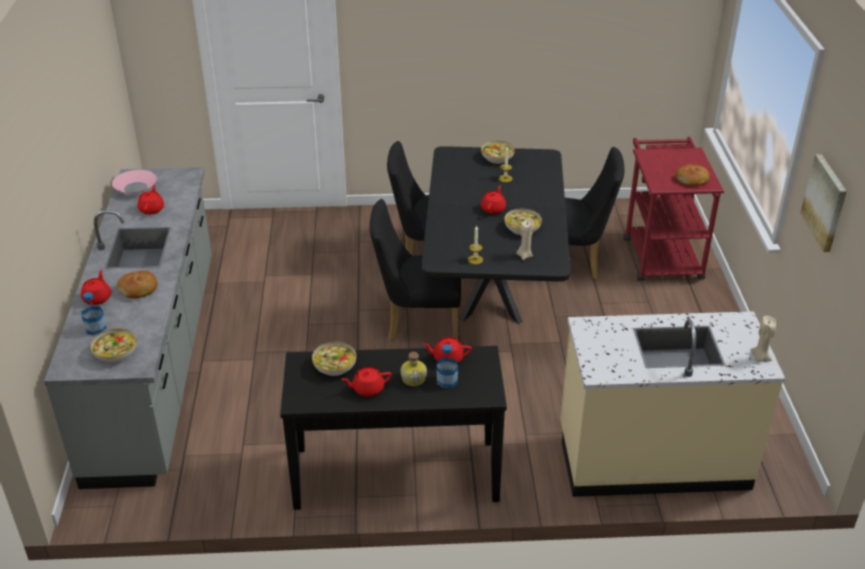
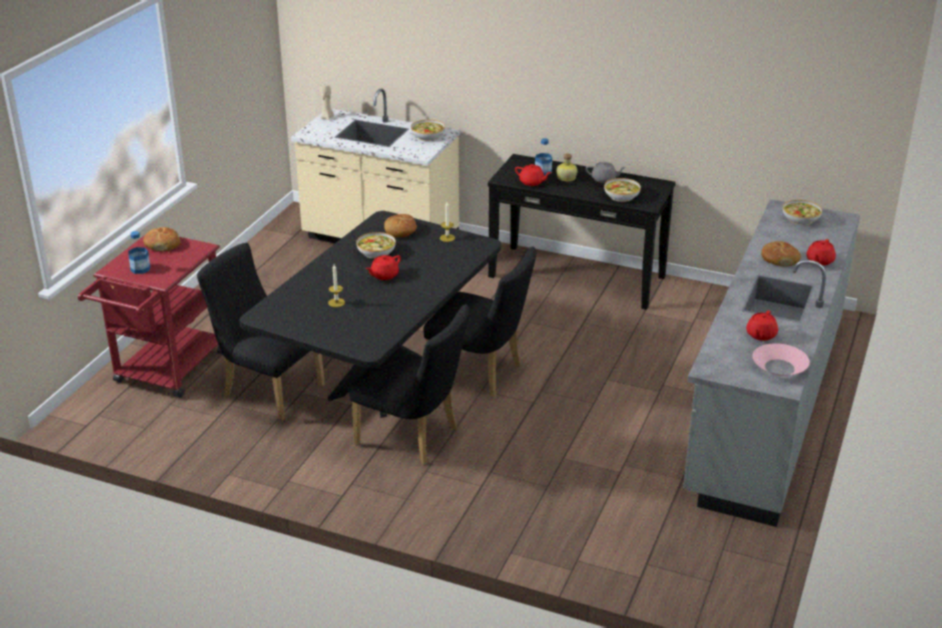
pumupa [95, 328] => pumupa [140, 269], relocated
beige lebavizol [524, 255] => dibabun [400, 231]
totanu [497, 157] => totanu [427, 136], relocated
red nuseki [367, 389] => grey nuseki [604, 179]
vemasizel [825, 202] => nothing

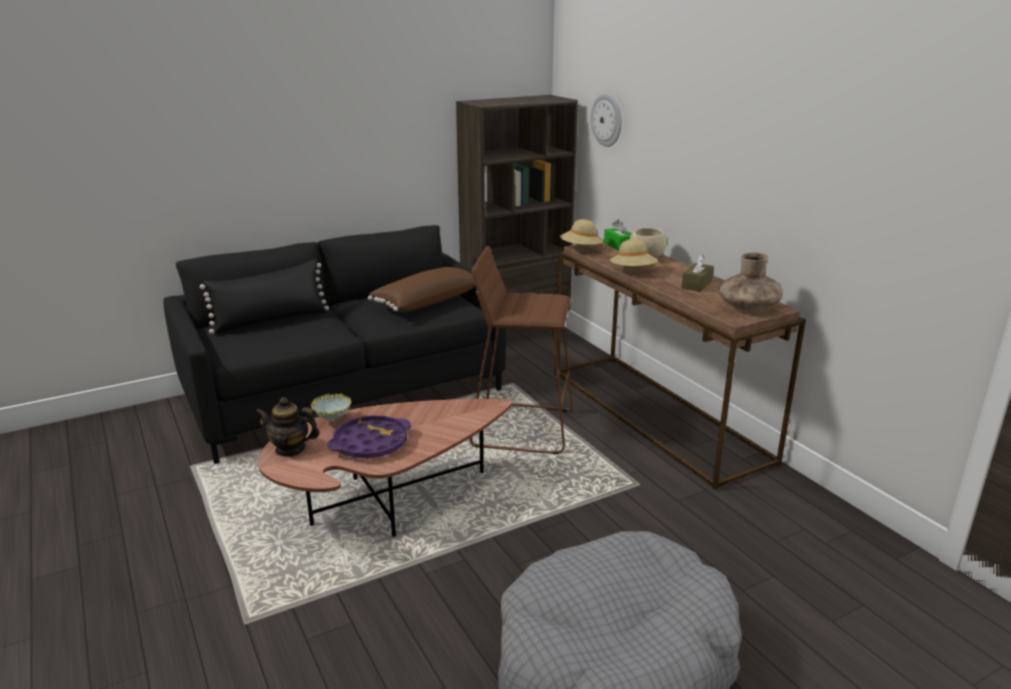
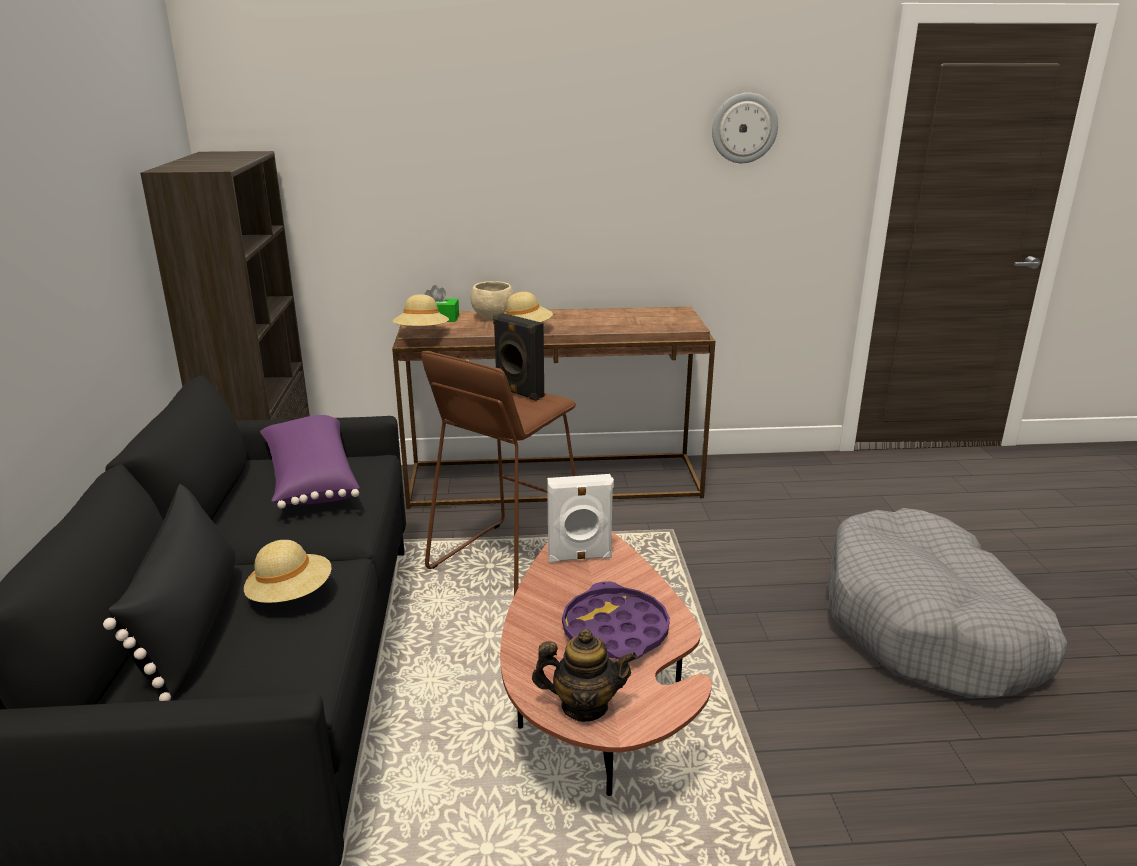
nothing => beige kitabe [291, 595]
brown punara [426, 302] => purple punara [310, 480]
nothing => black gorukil [518, 393]
nuseki [290, 449] => nuseki [584, 706], 120 degrees counterclockwise
nothing => white gorukil [580, 557]
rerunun [607, 120] => rerunun [744, 128], relocated
totanu [333, 421] => nothing
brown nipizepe [696, 284] => nothing
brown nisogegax [748, 307] => nothing

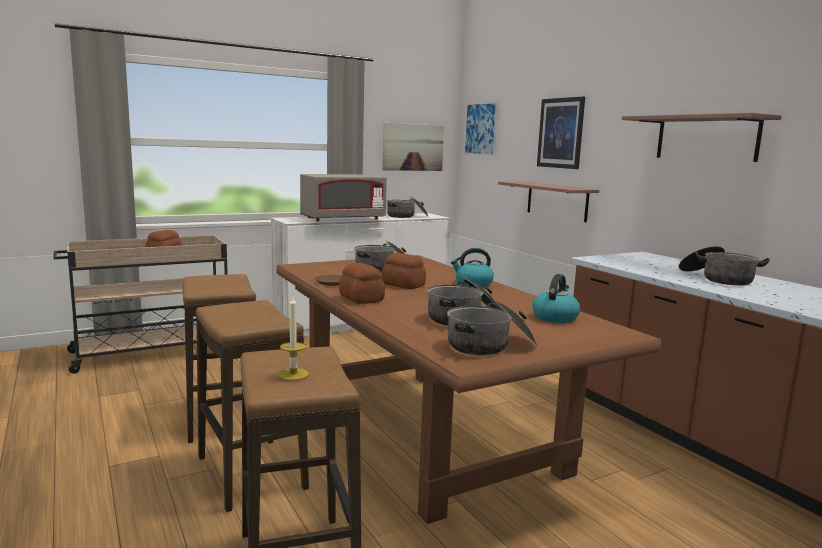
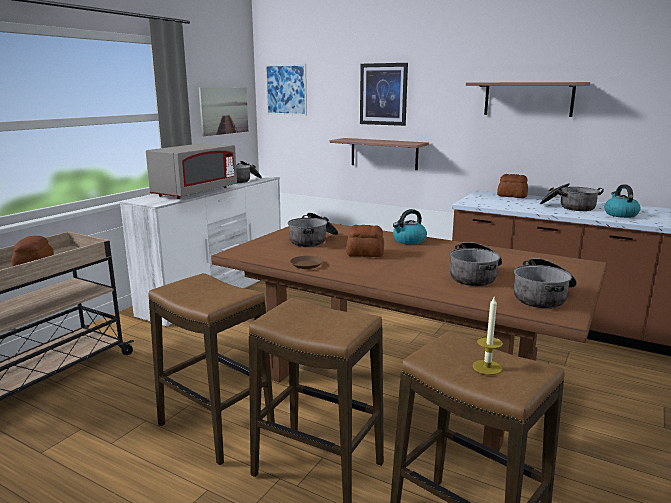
dibabun [361, 298] => dibabun [511, 196], relocated
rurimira [555, 317] => rurimira [620, 214], relocated

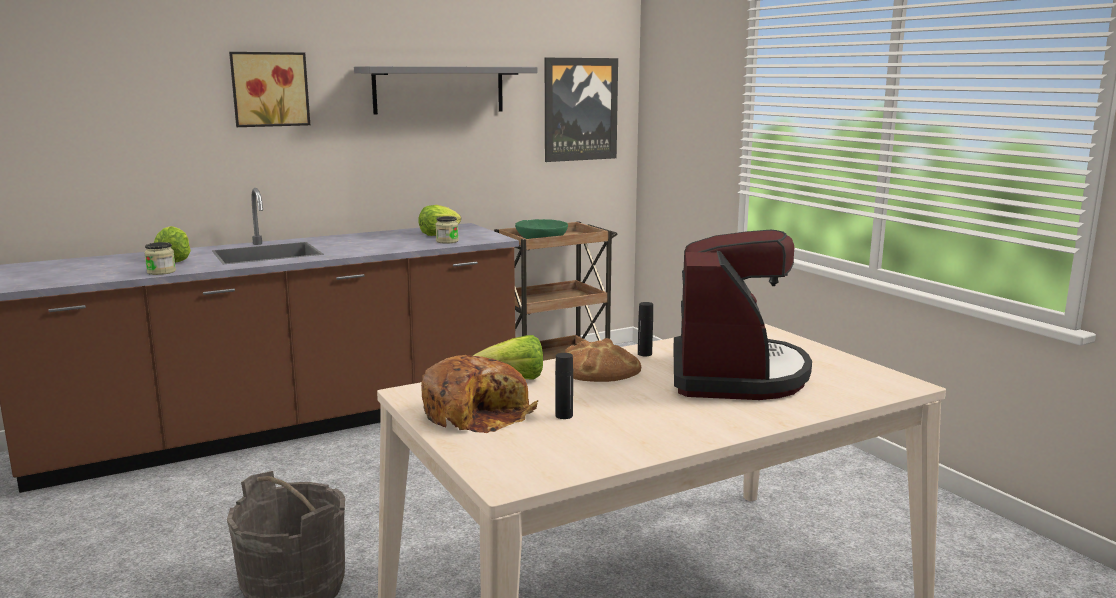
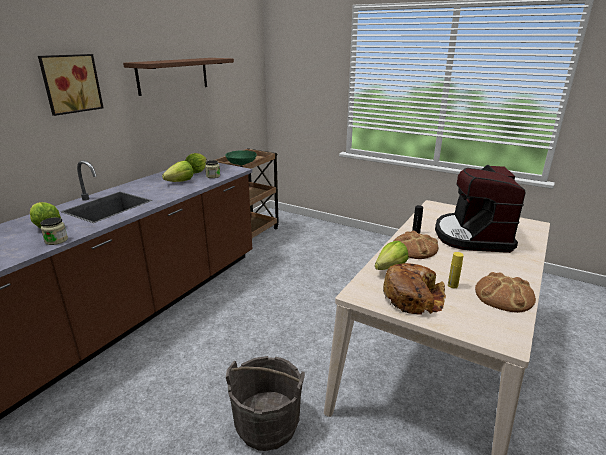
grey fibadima [439, 90] => brown fibadima [173, 75]
nothing => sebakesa [180, 181]
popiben [735, 375] => popiben [472, 236], 150 degrees counterclockwise
black pumupa [564, 415] => yellow pumupa [452, 285]
nothing => dibabun [504, 296]
vemasizel [580, 109] => nothing

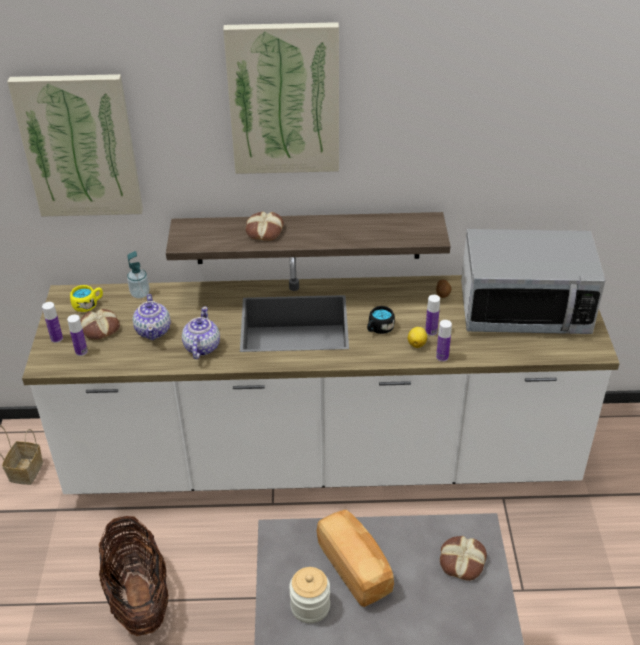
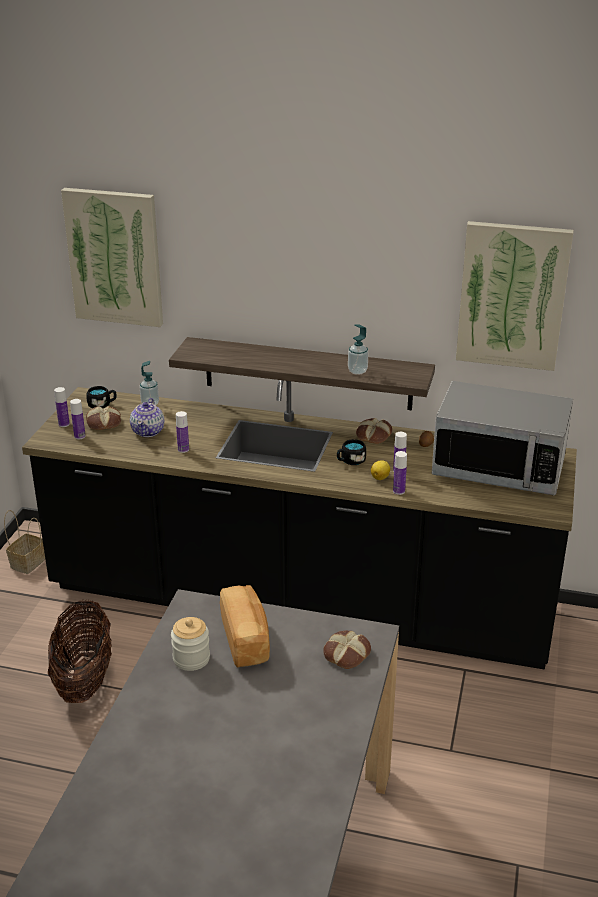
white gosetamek [322, 460] => black gosetamek [299, 605]
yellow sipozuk [88, 305] => black sipozuk [102, 405]
nuseki [201, 347] => pumupa [183, 449]
nothing => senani [357, 371]
dibabun [264, 230] => dibabun [373, 435], relocated
vemasizel [284, 99] => vemasizel [512, 296], relocated

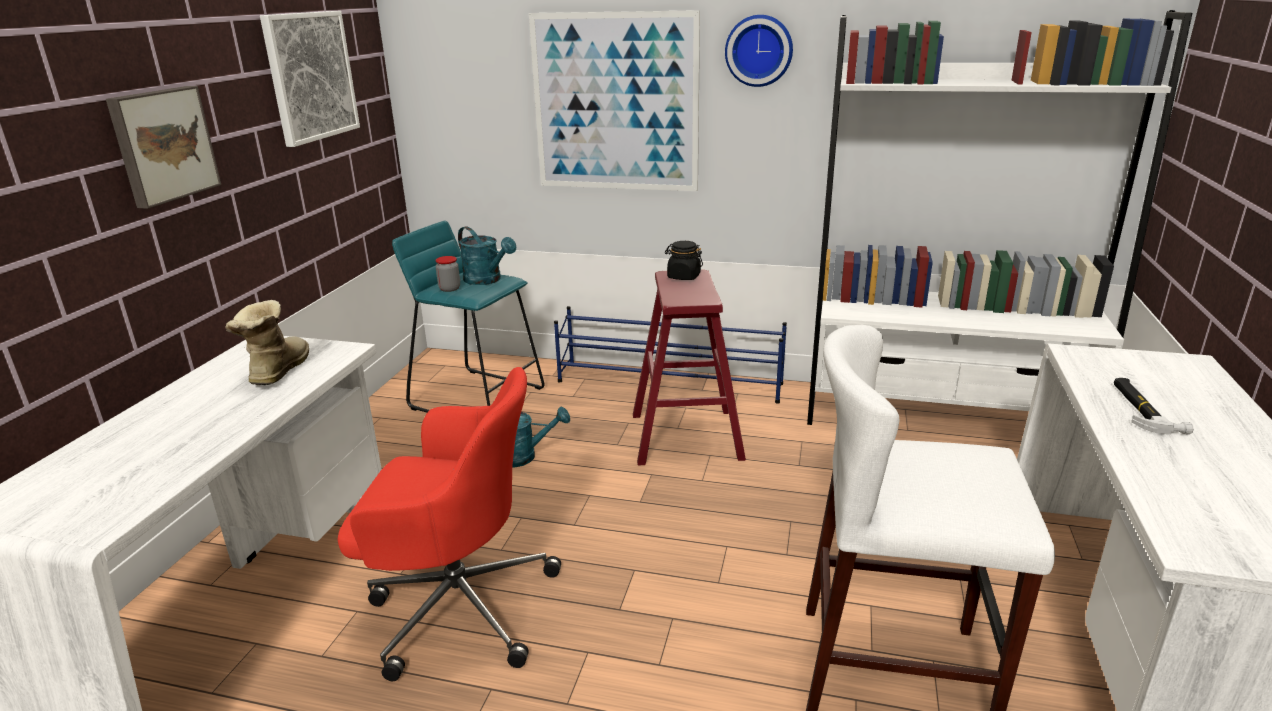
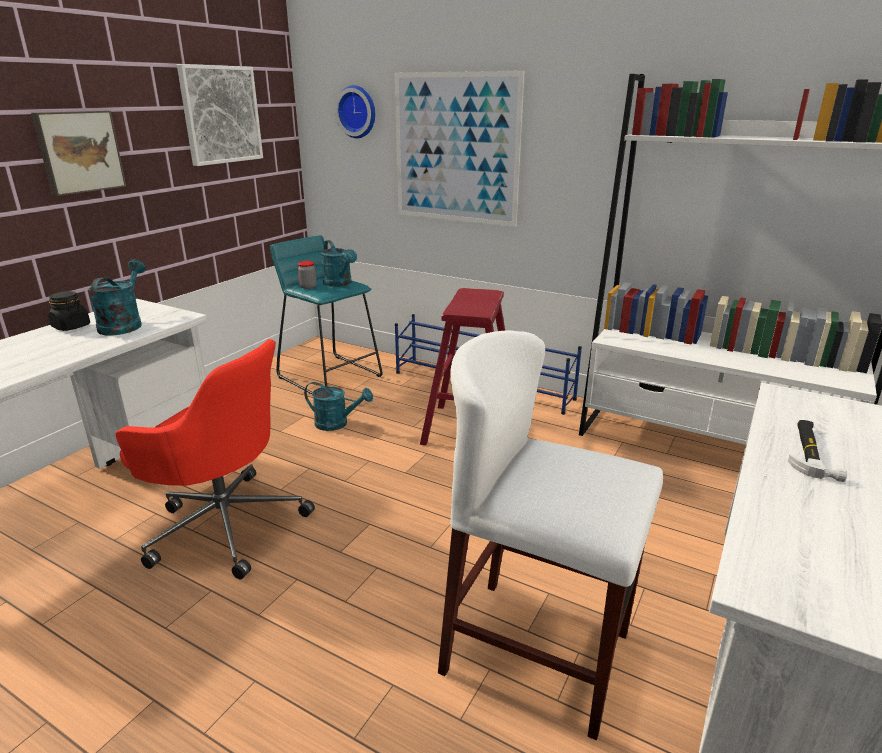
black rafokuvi [683, 276] => black rafokuvi [71, 326], relocated
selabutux [276, 372] => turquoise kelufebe [124, 324]
rerunun [759, 50] => rerunun [357, 112], relocated

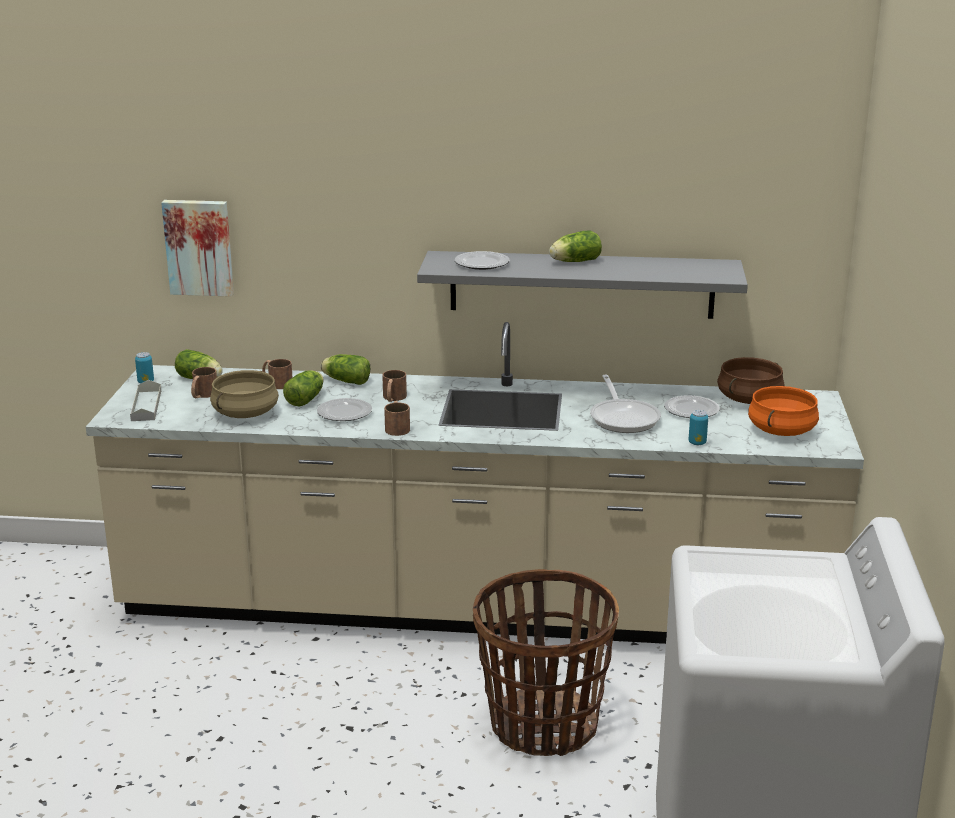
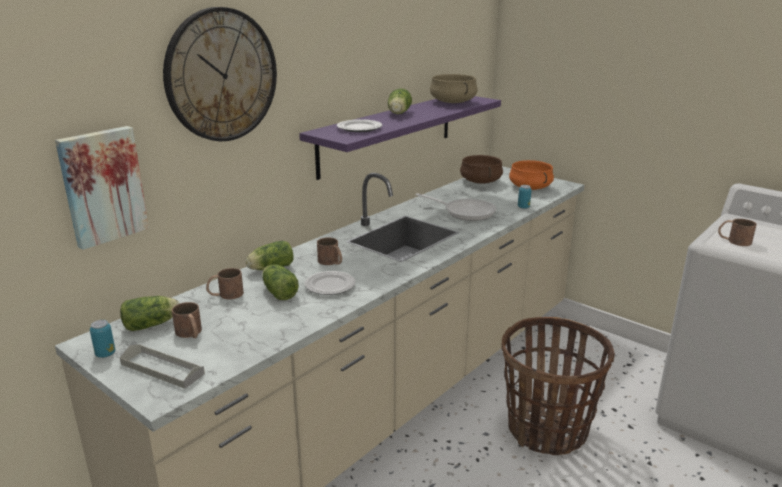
nothing => rerunun [221, 75]
grey fibadima [581, 284] => purple fibadima [388, 133]
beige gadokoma [245, 413] => beige gadokoma [452, 102], relocated
brown sipozuk [397, 427] => brown sipozuk [733, 240], relocated
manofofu [691, 410] => nothing

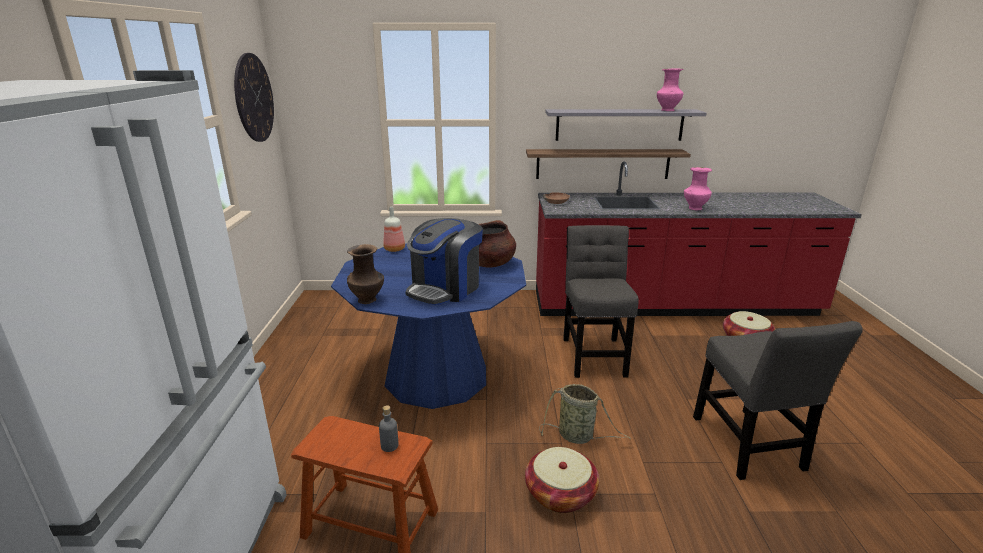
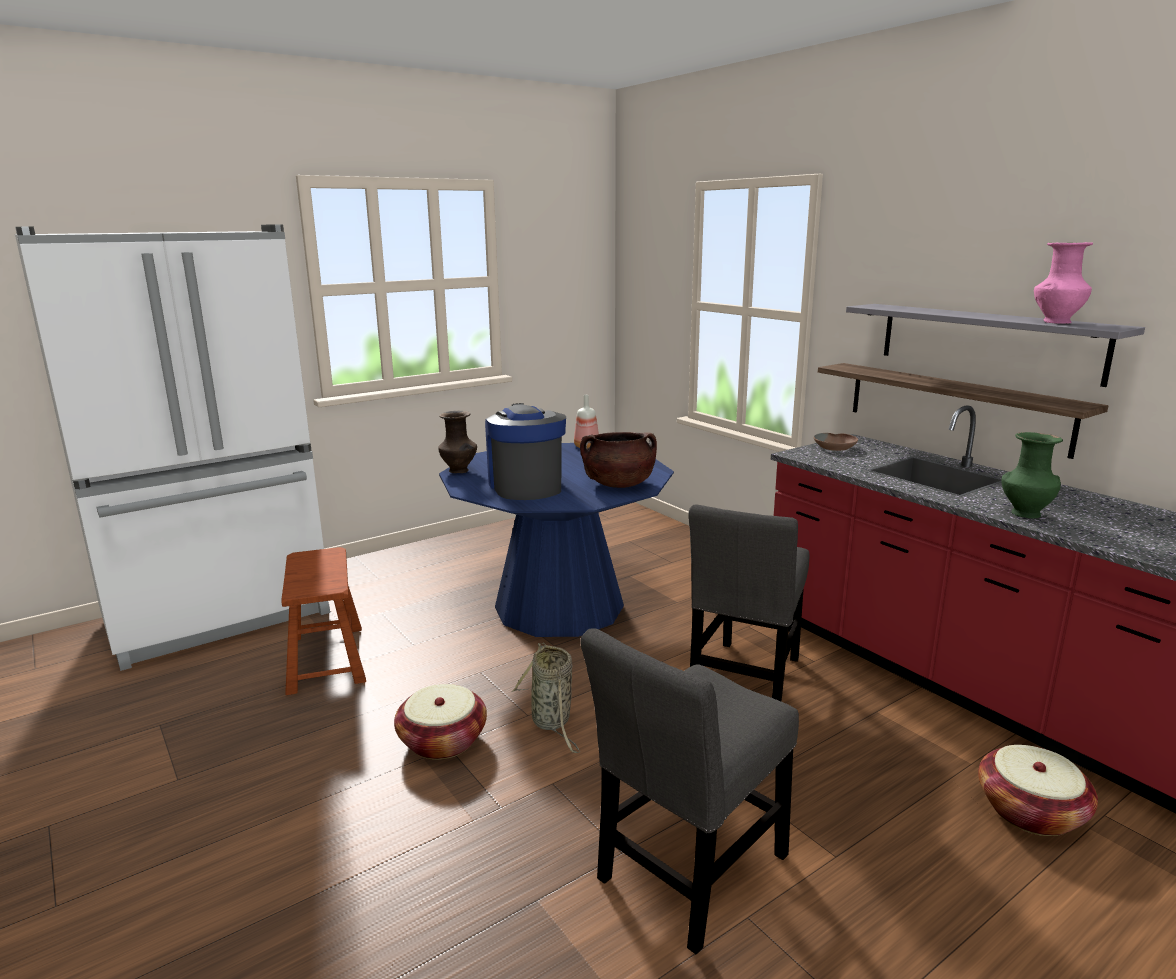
popiben [445, 289] => popiben [525, 486], 75 degrees clockwise
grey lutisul [594, 354] => grey lutisul [745, 680], 150 degrees clockwise
pink nisogegax [694, 208] => green nisogegax [1024, 514]
rerunun [254, 98] => nothing
grey pumupa [389, 446] => nothing

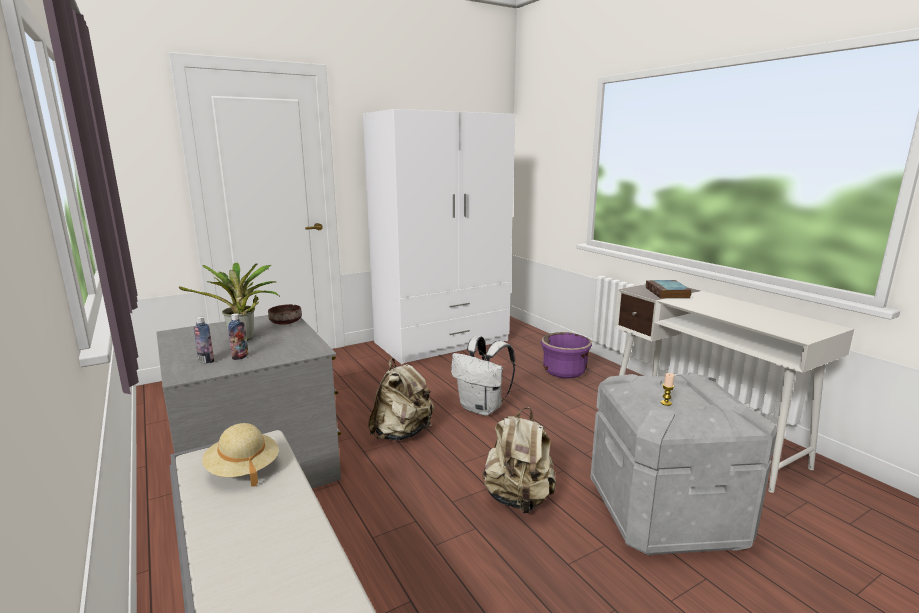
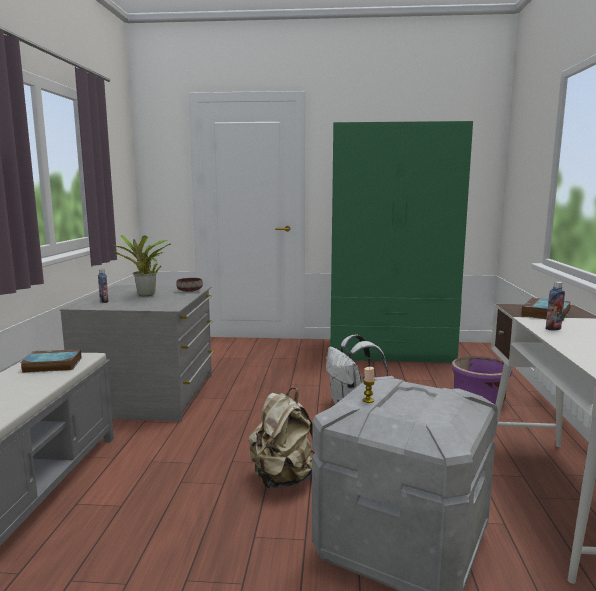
beige kitabe [243, 469] => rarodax [51, 365]
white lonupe [442, 342] => green lonupe [390, 351]
pumupa [240, 357] => pumupa [553, 328], relocated
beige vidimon [402, 433] => nothing

